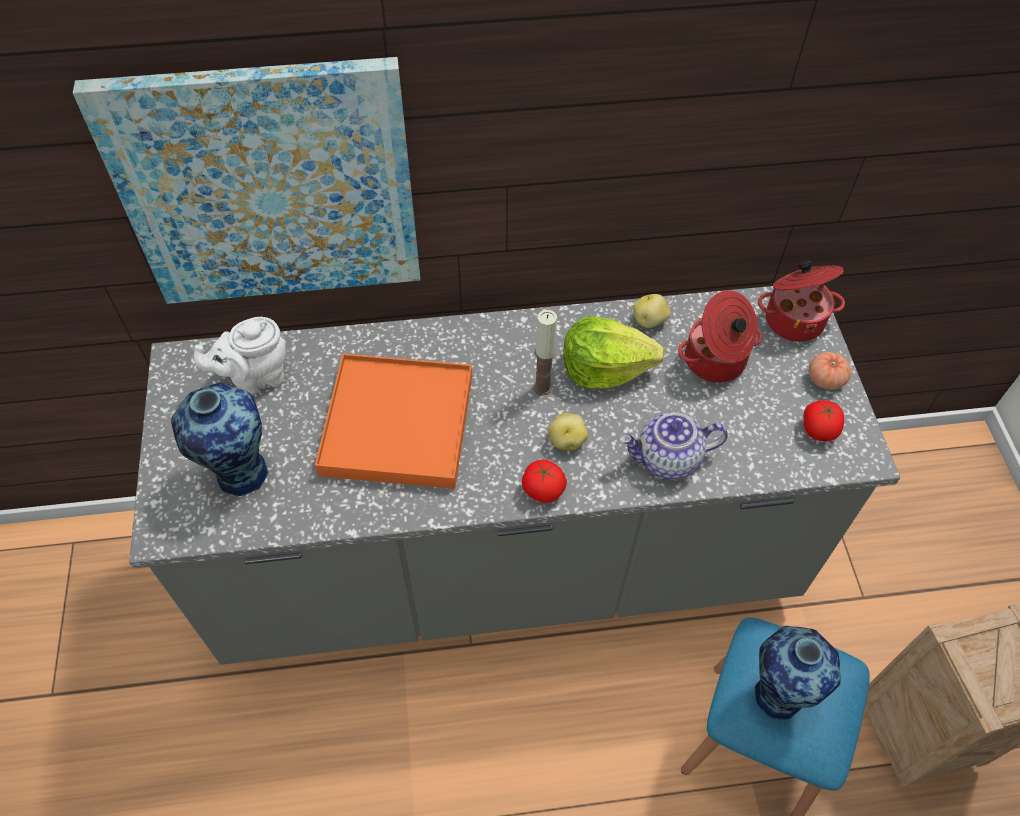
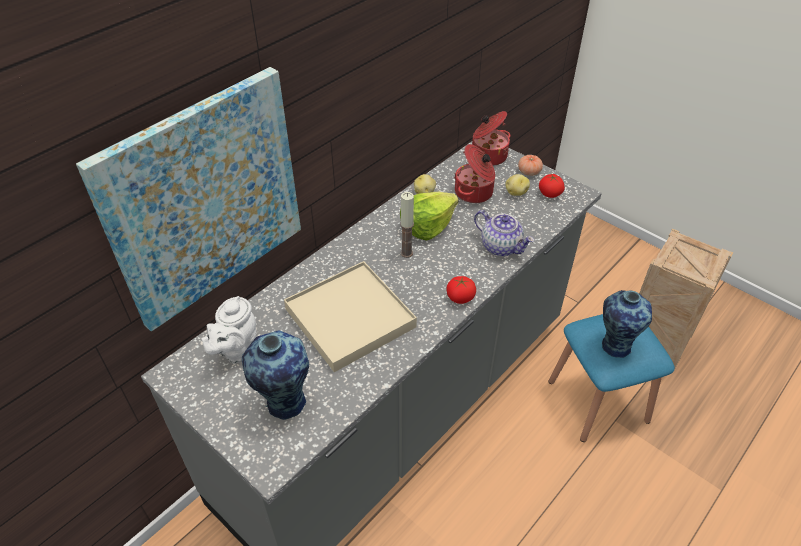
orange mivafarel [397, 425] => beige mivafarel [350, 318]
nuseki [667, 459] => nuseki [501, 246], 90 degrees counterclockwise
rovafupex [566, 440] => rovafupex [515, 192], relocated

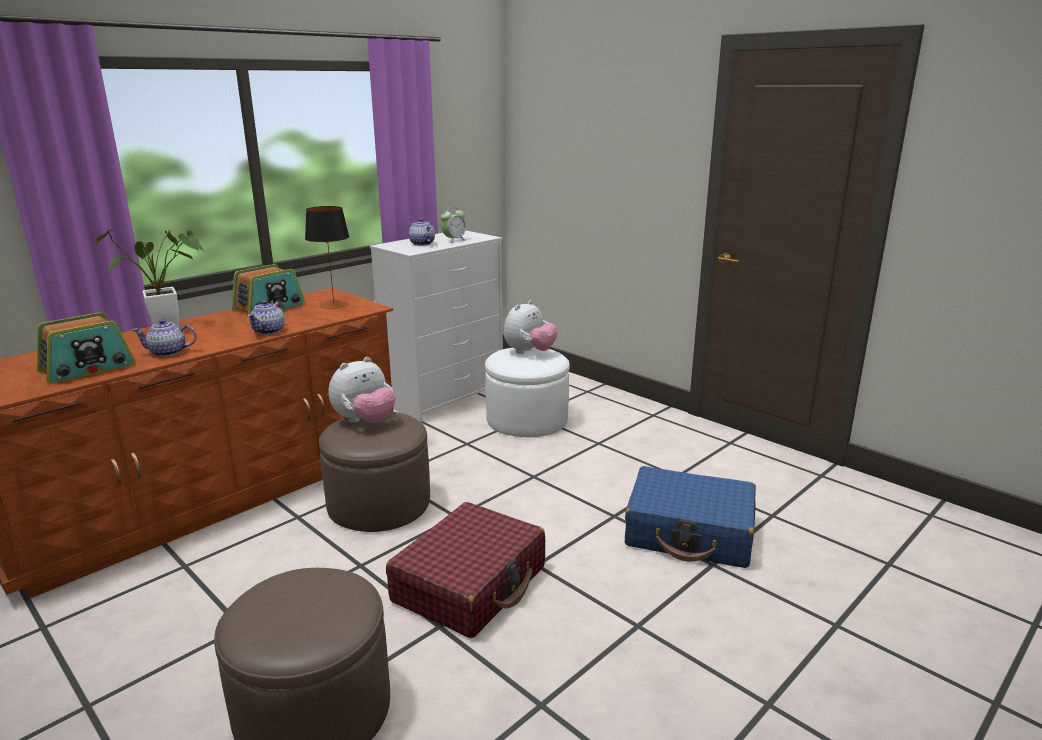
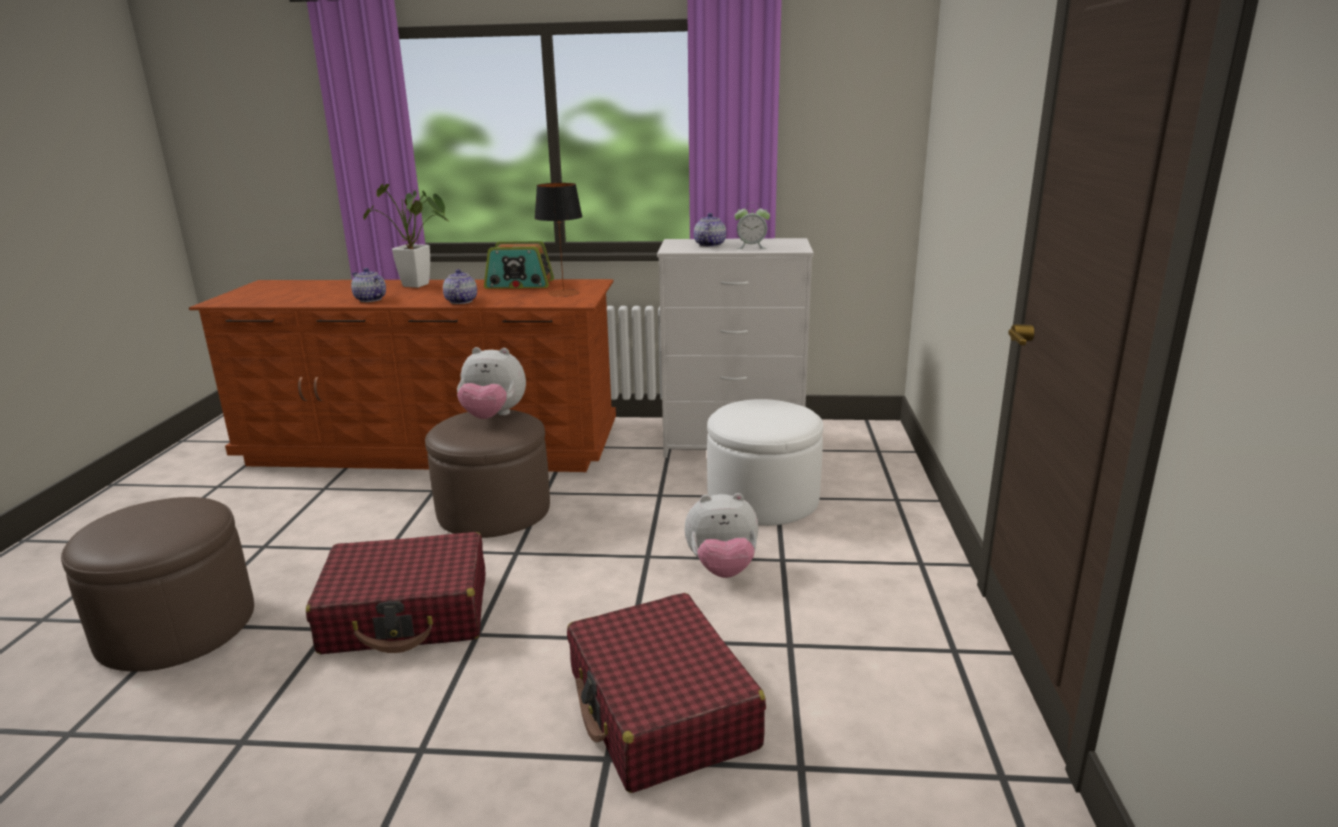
nuseki [269, 331] => nuseki [461, 301], 105 degrees clockwise
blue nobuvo [690, 533] => red nobuvo [661, 710]
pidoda [529, 352] => pidoda [722, 569], relocated
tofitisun [88, 368] => nothing

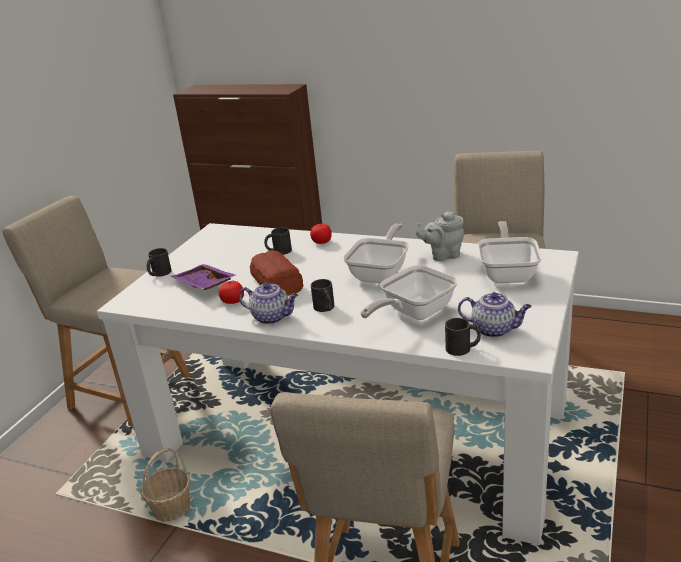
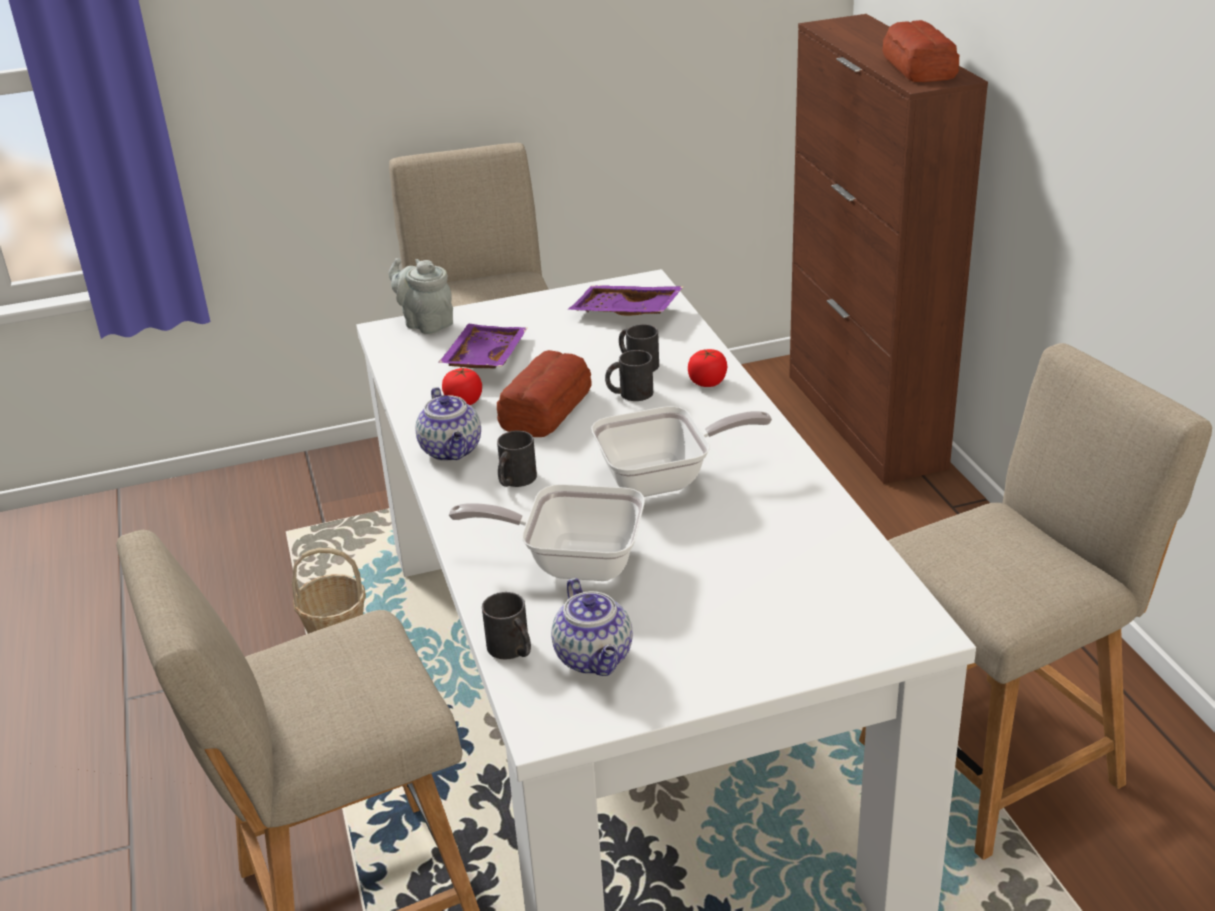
grey nuseki [443, 255] => grey nuseki [426, 323], relocated
nothing => purple mivafarel [625, 313]
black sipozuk [159, 274] => black sipozuk [629, 393], relocated
nothing => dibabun [918, 68]
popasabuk [508, 273] => nothing

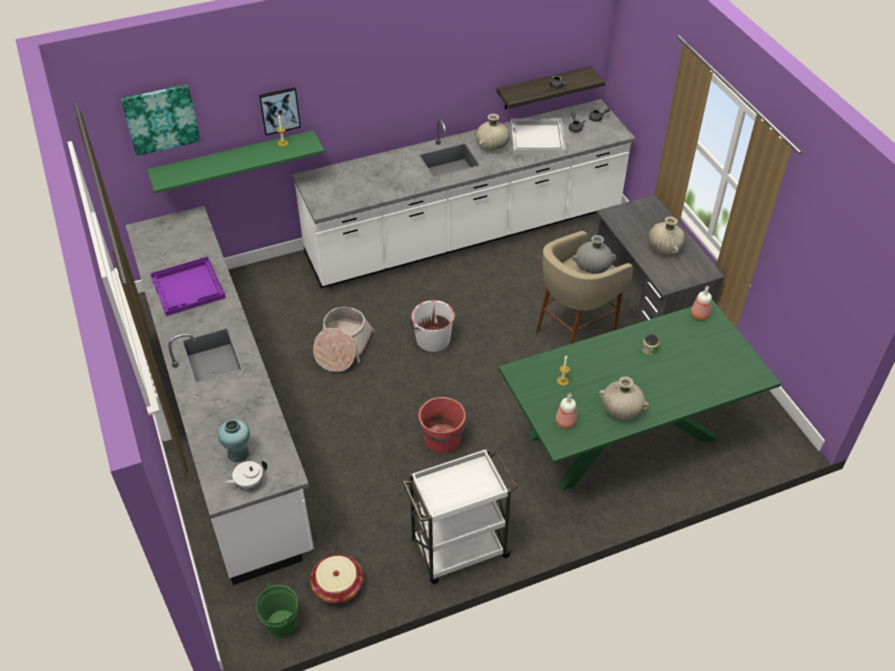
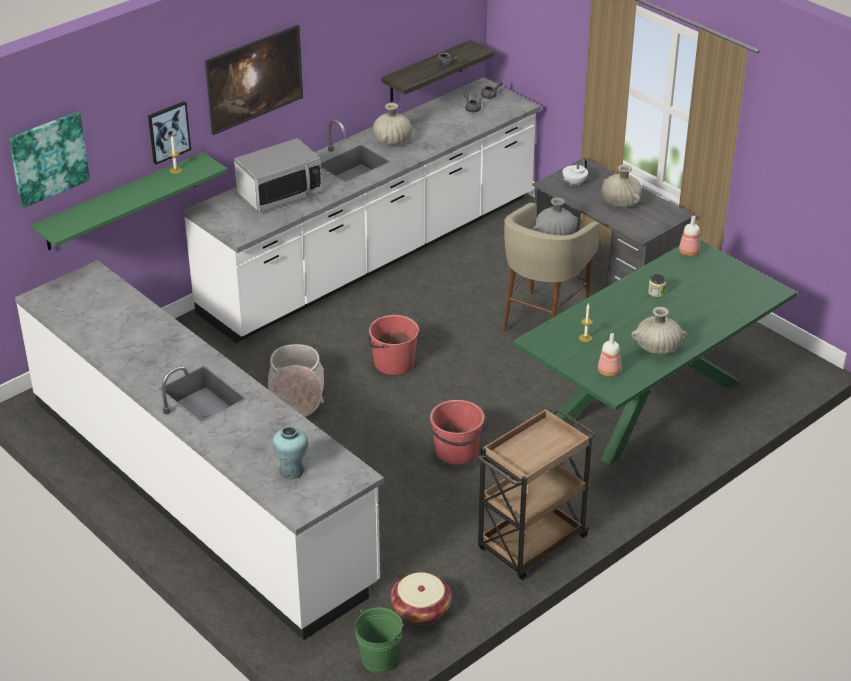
nothing => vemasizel [255, 97]
nothing => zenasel [279, 193]
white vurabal [432, 339] => red vurabal [393, 363]
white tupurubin [458, 550] => brown tupurubin [531, 544]
white nuseki [248, 482] => white nuseki [574, 183], relocated
purple mivafarel [188, 287] => nothing
white mivafarel [537, 138] => nothing

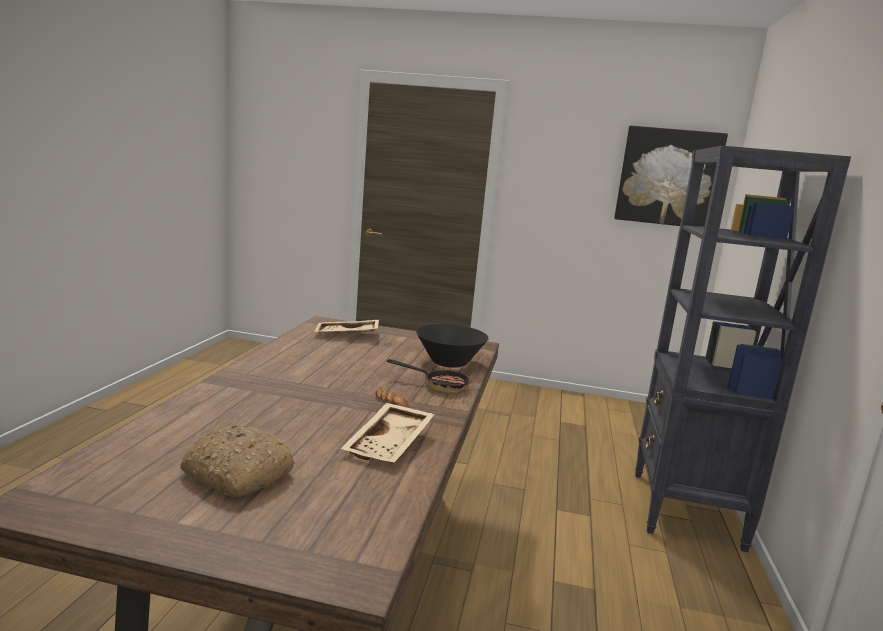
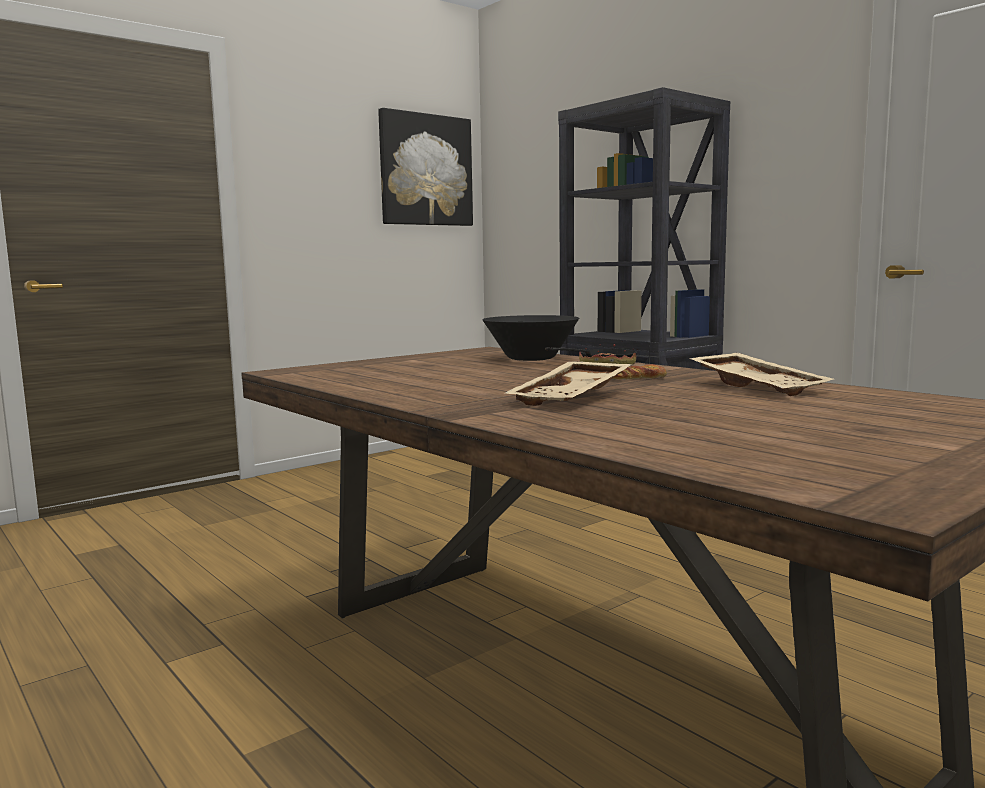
beige mivafarel [346, 335] => beige mivafarel [573, 398], relocated
dibabun [236, 474] => nothing

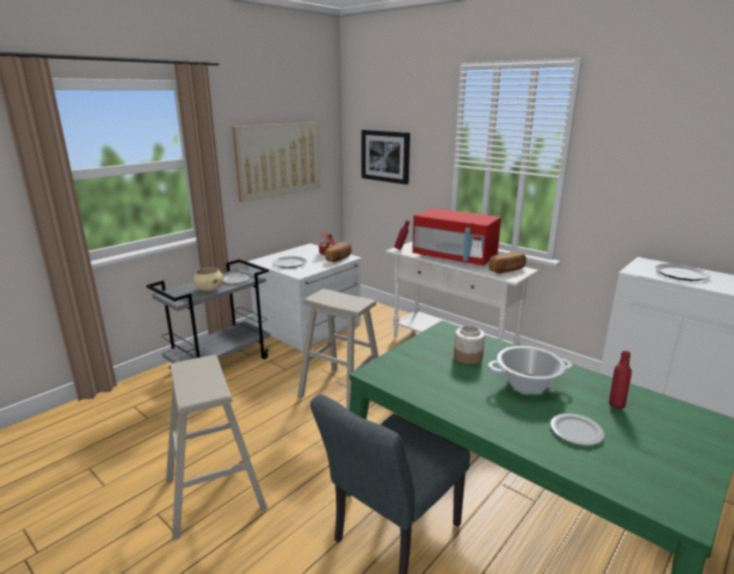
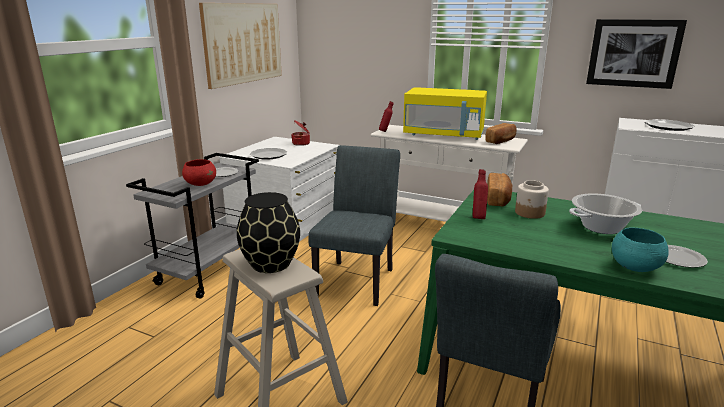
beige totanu [209, 289] => red totanu [200, 184]
nothing => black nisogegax [272, 264]
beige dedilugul [341, 391] => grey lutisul [357, 279]
red zenasel [454, 258] => yellow zenasel [444, 135]
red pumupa [616, 404] => red pumupa [478, 217], relocated
dibabun [339, 258] => dibabun [498, 199], relocated
vemasizel [385, 156] => vemasizel [633, 53], relocated
nothing => turquoise totanu [634, 267]

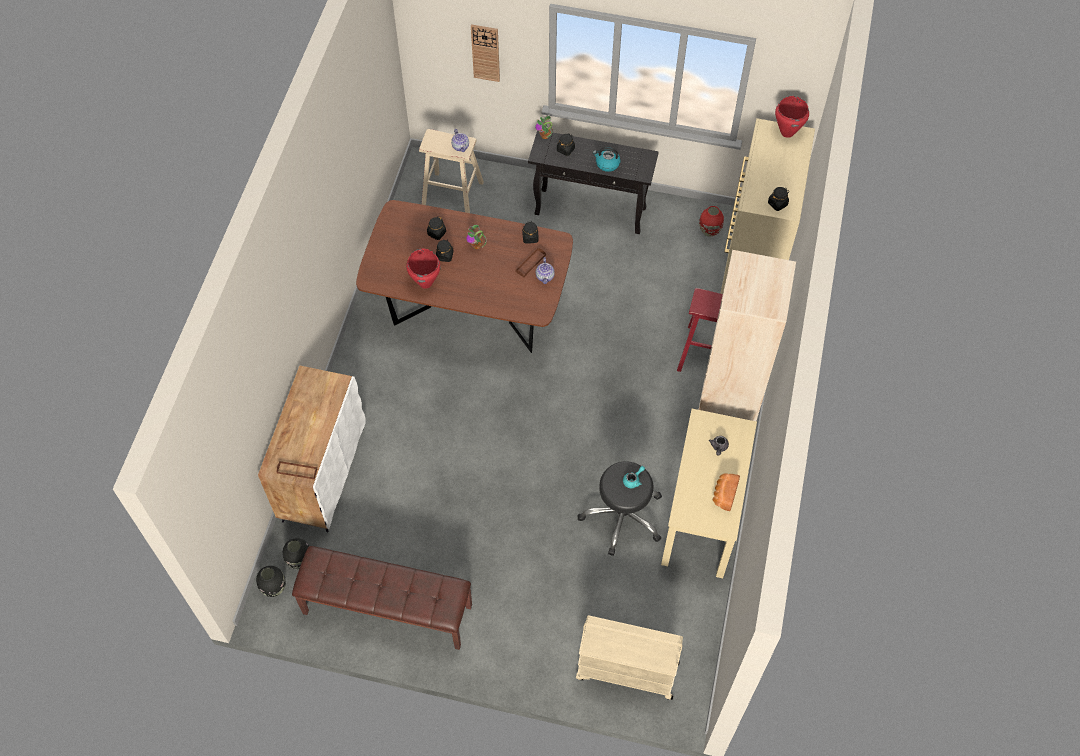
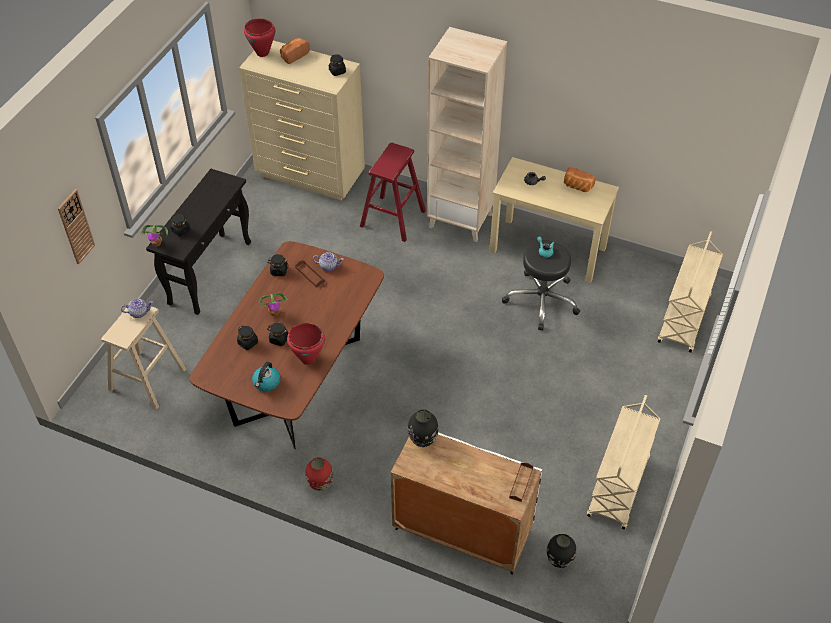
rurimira [607, 164] => rurimira [266, 383], relocated
nothing => dibabun [293, 55]
red nisogegax [709, 231] => red nisogegax [320, 484], relocated
black nisogegax [274, 588] => black nisogegax [423, 440], relocated
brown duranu [387, 610] => beige tupurubin [618, 488]

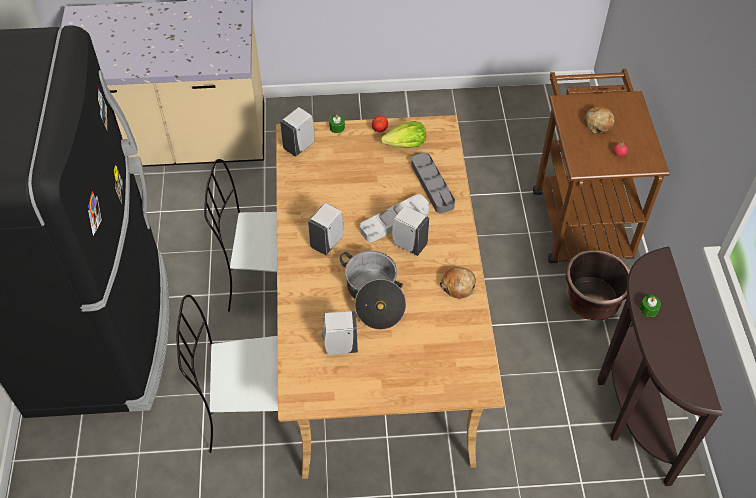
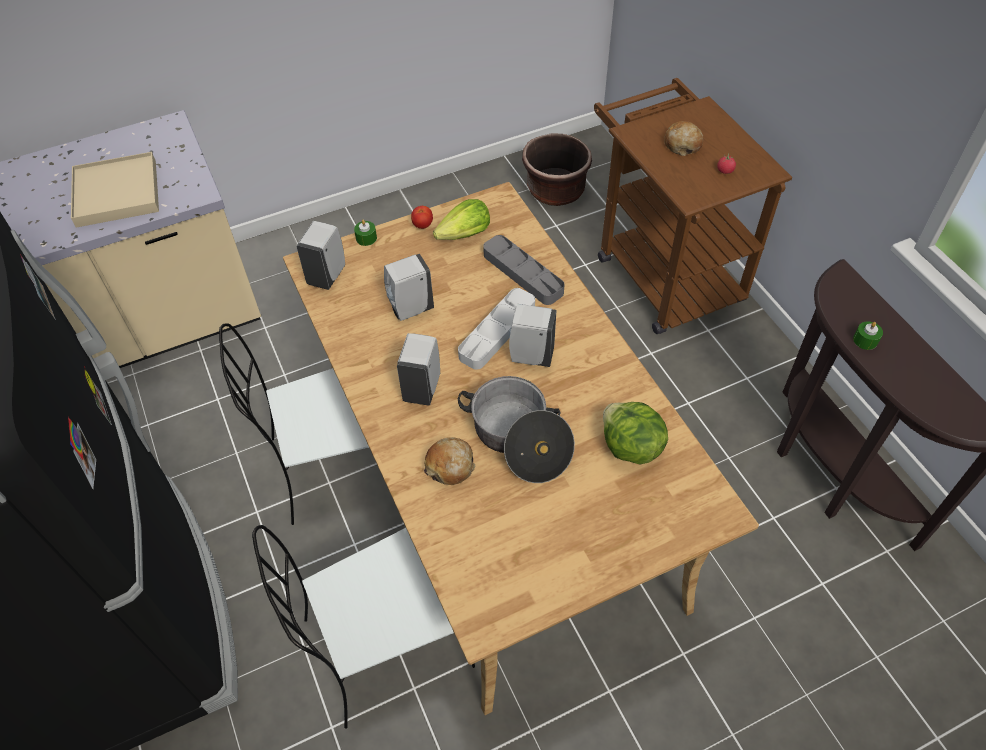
nothing => beige mivafarel [116, 193]
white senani [339, 346] => white senani [410, 309], relocated
dibabun [458, 286] => dibabun [450, 465], relocated
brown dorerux [591, 300] => brown dorerux [555, 190], relocated
nothing => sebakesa [630, 447]

